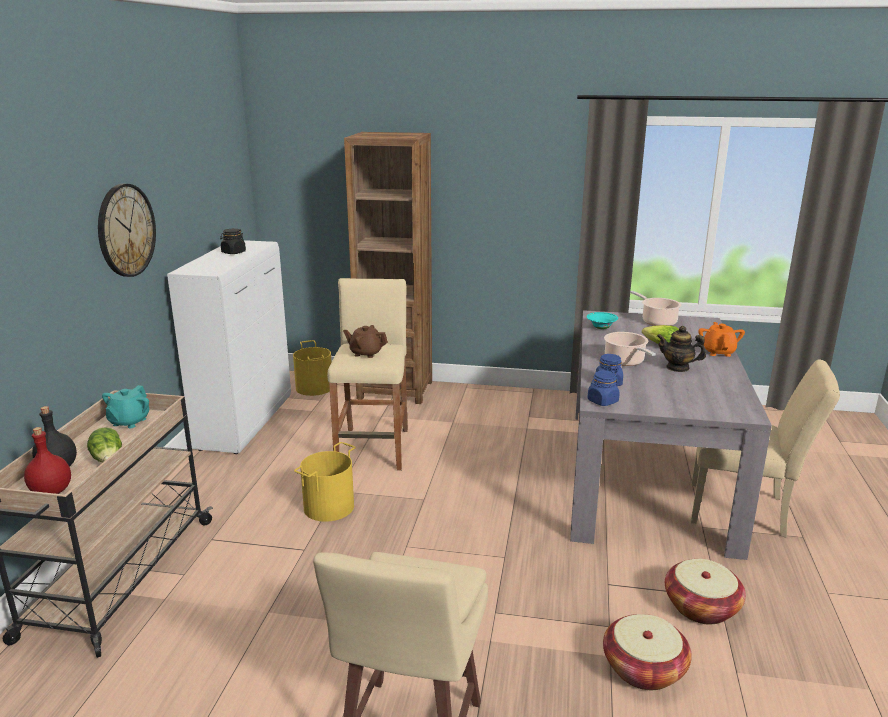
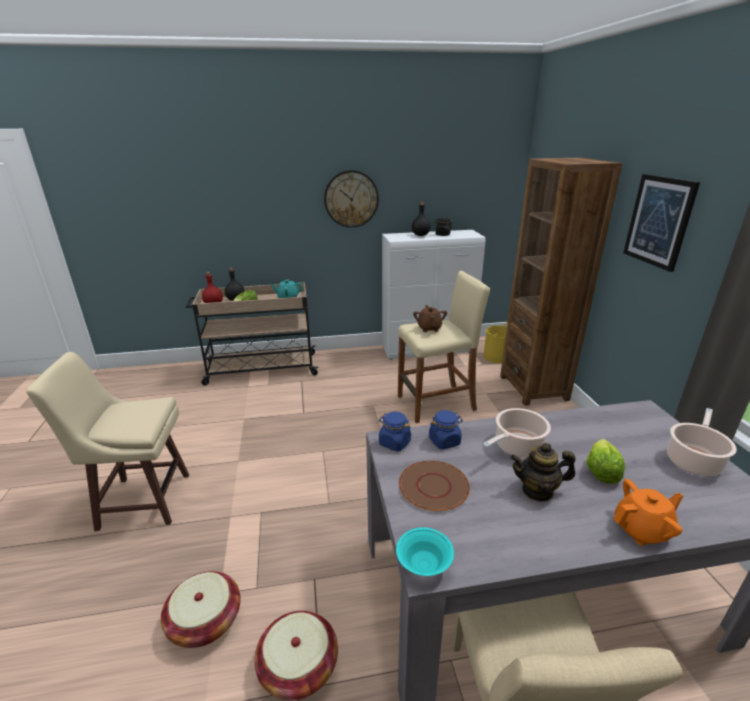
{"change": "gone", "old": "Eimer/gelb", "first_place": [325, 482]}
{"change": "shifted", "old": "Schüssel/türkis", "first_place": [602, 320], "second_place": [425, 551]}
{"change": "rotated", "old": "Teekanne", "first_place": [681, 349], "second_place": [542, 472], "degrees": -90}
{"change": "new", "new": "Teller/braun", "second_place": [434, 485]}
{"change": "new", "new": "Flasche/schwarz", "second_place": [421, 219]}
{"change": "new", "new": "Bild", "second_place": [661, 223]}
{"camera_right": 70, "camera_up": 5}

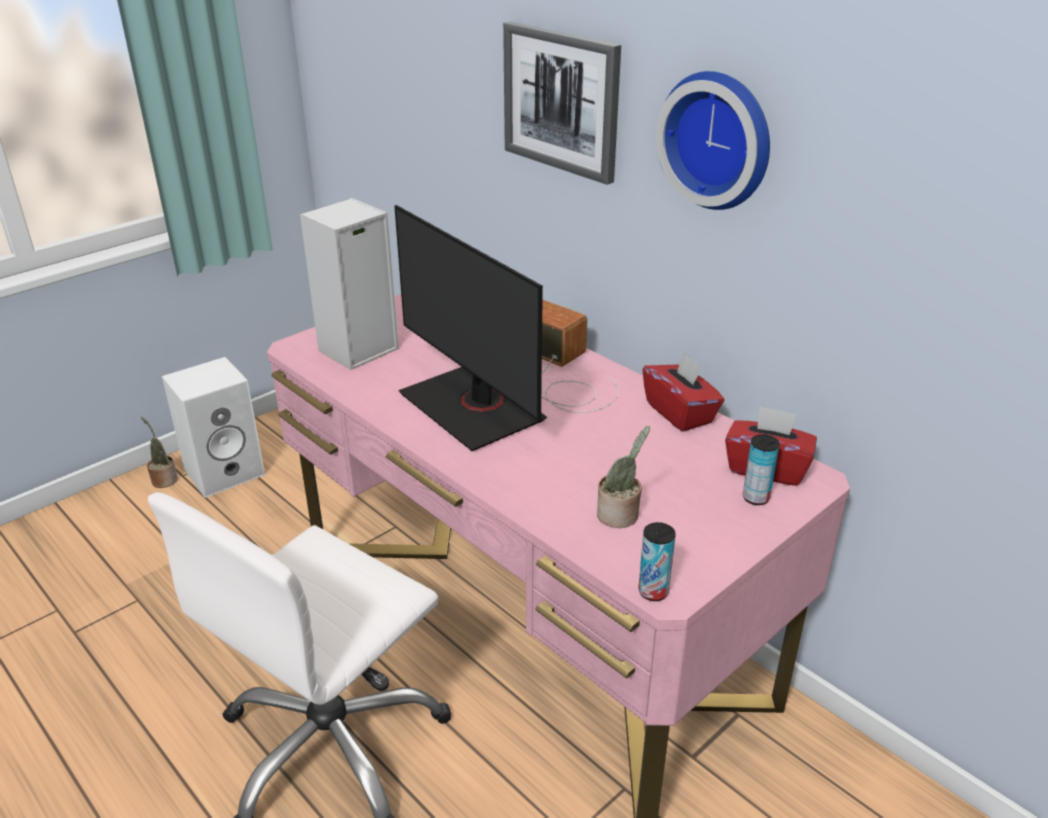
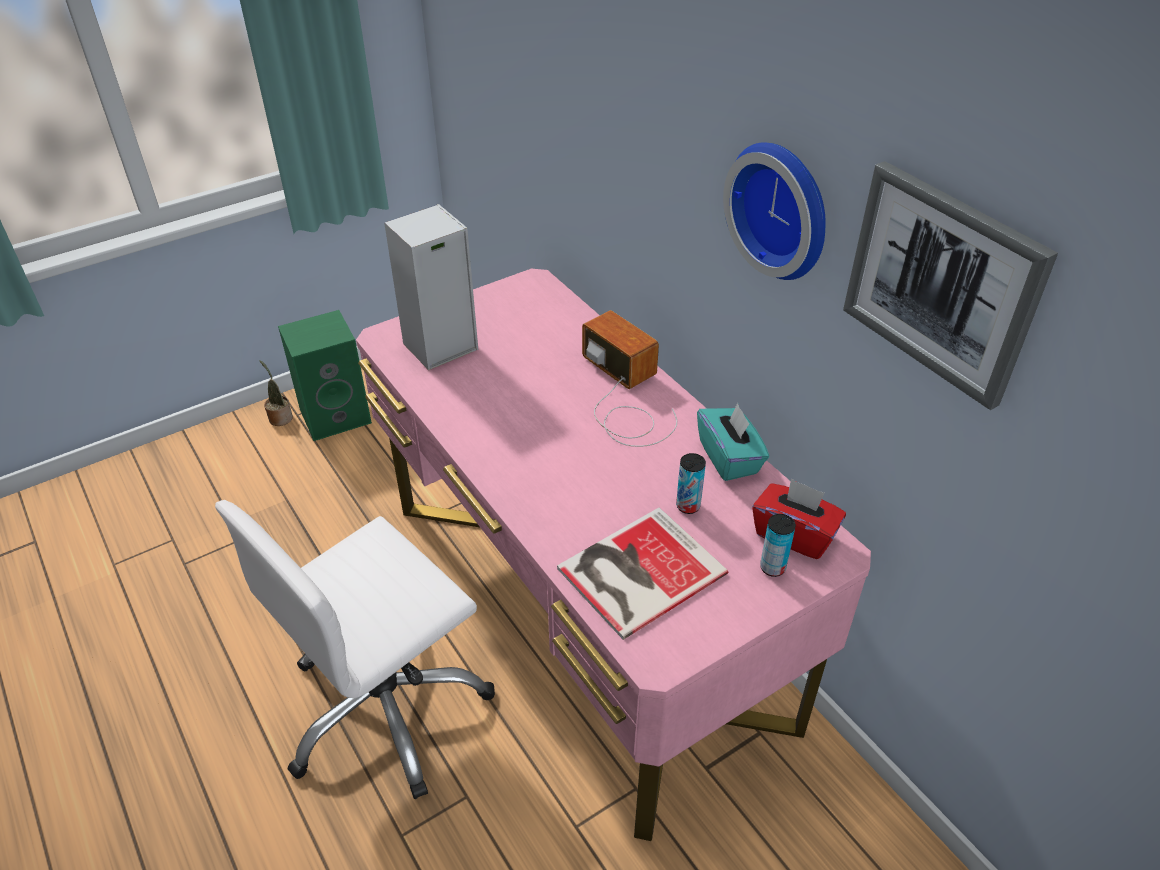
{"change": "repainted", "old": "Lautsprecher/weiß", "new": "Lautsprecher/grün", "first_place": [213, 427], "second_place": [325, 375]}
{"change": "gone", "old": "Monitor", "first_place": [470, 328]}
{"change": "shifted", "old": "Bild", "first_place": [562, 103], "second_place": [950, 285]}
{"change": "swapped", "old": "Topfpflanze", "new": "Buch", "first_place": [623, 477], "second_place": [642, 574]}
{"change": "shifted", "old": "Dose", "first_place": [657, 561], "second_place": [691, 483]}
{"change": "repainted", "old": "Taschentuchbox/rot", "new": "Taschentuchbox/türkis", "first_place": [683, 392], "second_place": [733, 442]}
{"camera_right": 10, "camera_up": 10}

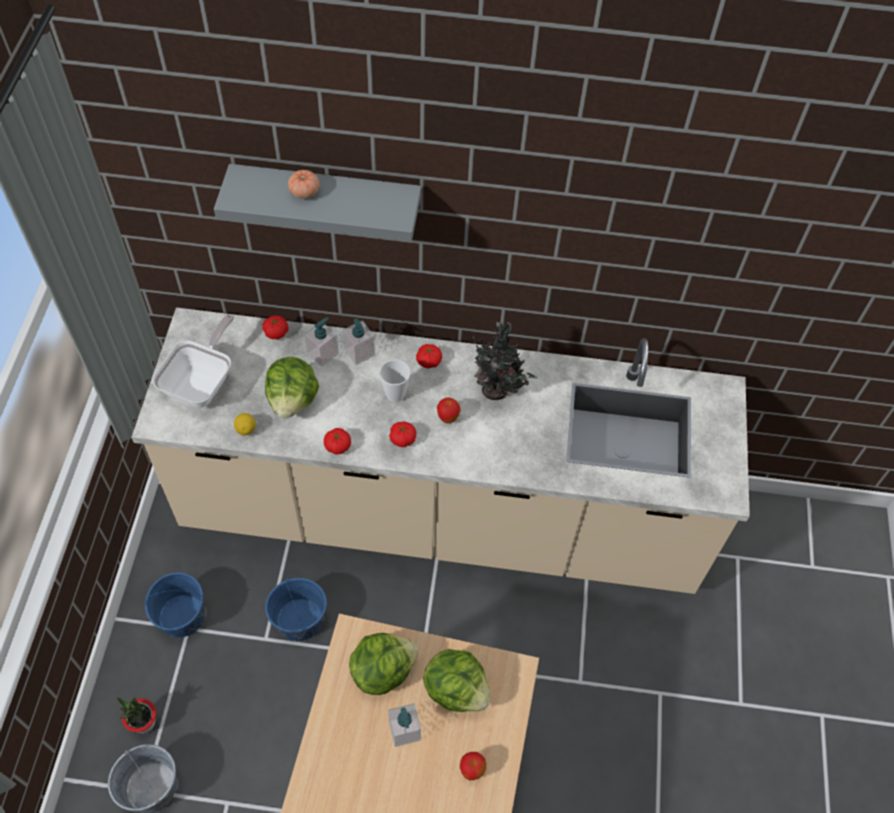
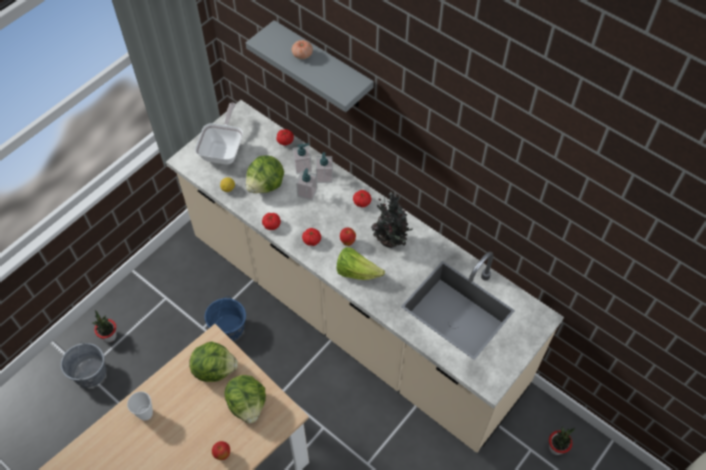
{"change": "gone", "old": "Eimer/blau", "first_place": [174, 604]}
{"change": "rotated", "old": "Pfanne", "first_place": [193, 361], "second_place": [219, 134], "degrees": -45}
{"change": "shifted", "old": "Tasse", "first_place": [394, 381], "second_place": [140, 406]}
{"change": "shifted", "old": "Seifenspender", "first_place": [404, 725], "second_place": [307, 184]}
{"change": "new", "new": "Salatkopf", "second_place": [361, 263]}
{"change": "new", "new": "Topfpflanze", "second_place": [562, 440]}
{"camera_right": 35, "camera_up": 0}

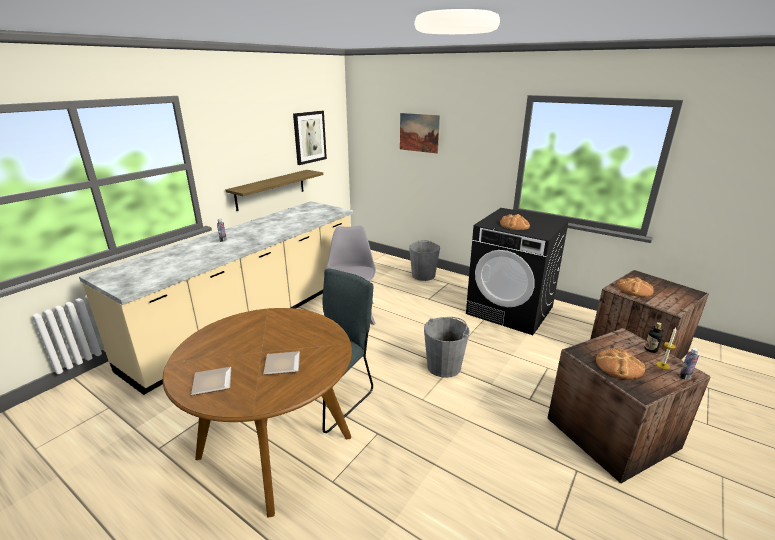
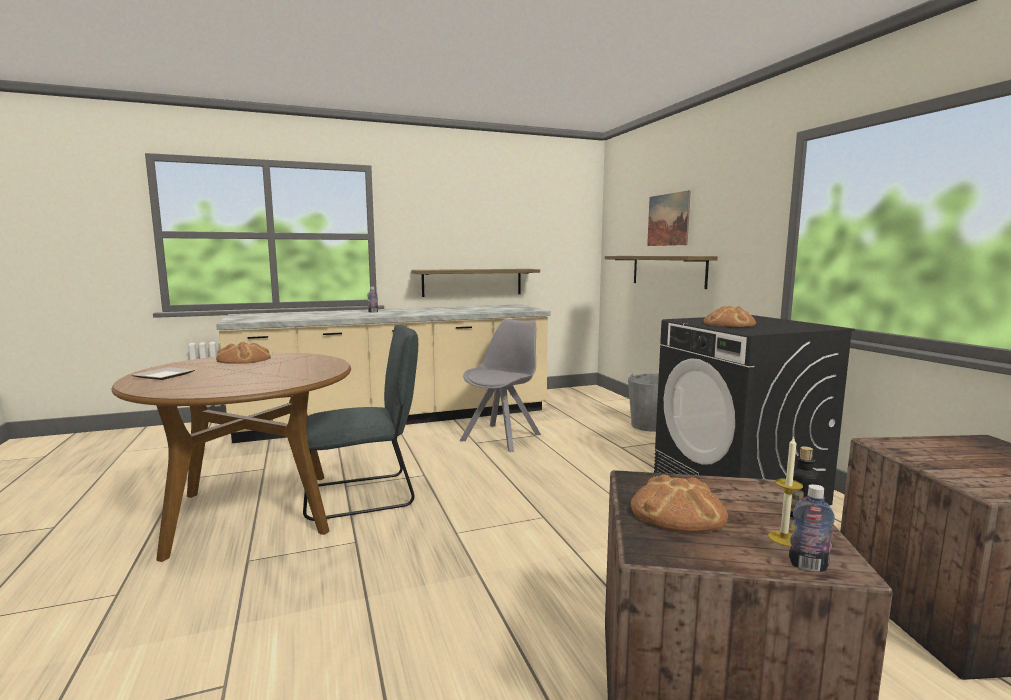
{"change": "gone", "old": "Teller", "first_place": [281, 363]}
{"change": "gone", "old": "Bild", "first_place": [310, 138]}
{"change": "gone", "old": "Eimer/grau", "first_place": [447, 347]}
{"change": "shifted", "old": "Brot", "first_place": [635, 287], "second_place": [243, 352]}
{"change": "new", "new": "Wandregal", "second_place": [661, 272]}
{"camera_right": 35, "camera_up": -15}

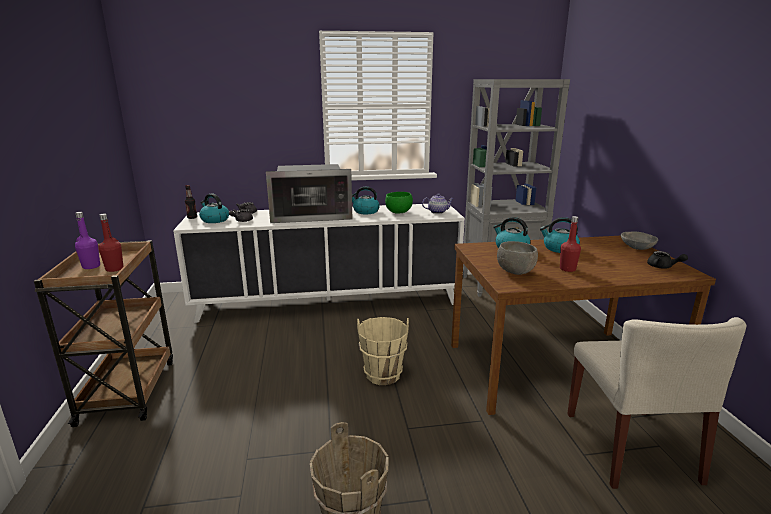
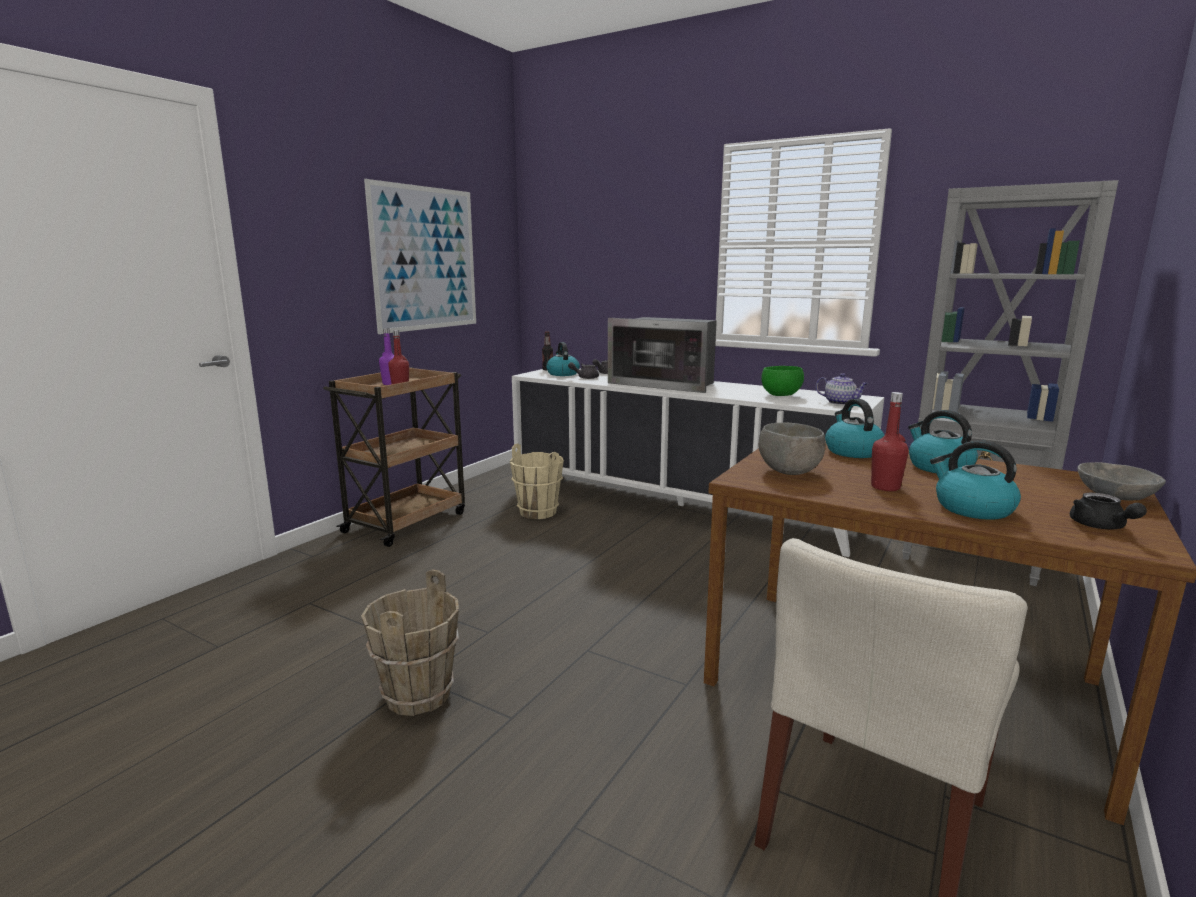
{"change": "shifted", "old": "Wasserkessel", "first_place": [366, 200], "second_place": [975, 480]}
{"change": "shifted", "old": "Eimer/beige", "first_place": [383, 351], "second_place": [537, 481]}
{"change": "new", "new": "Bild", "second_place": [420, 256]}
{"camera_right": 40, "camera_up": -5}

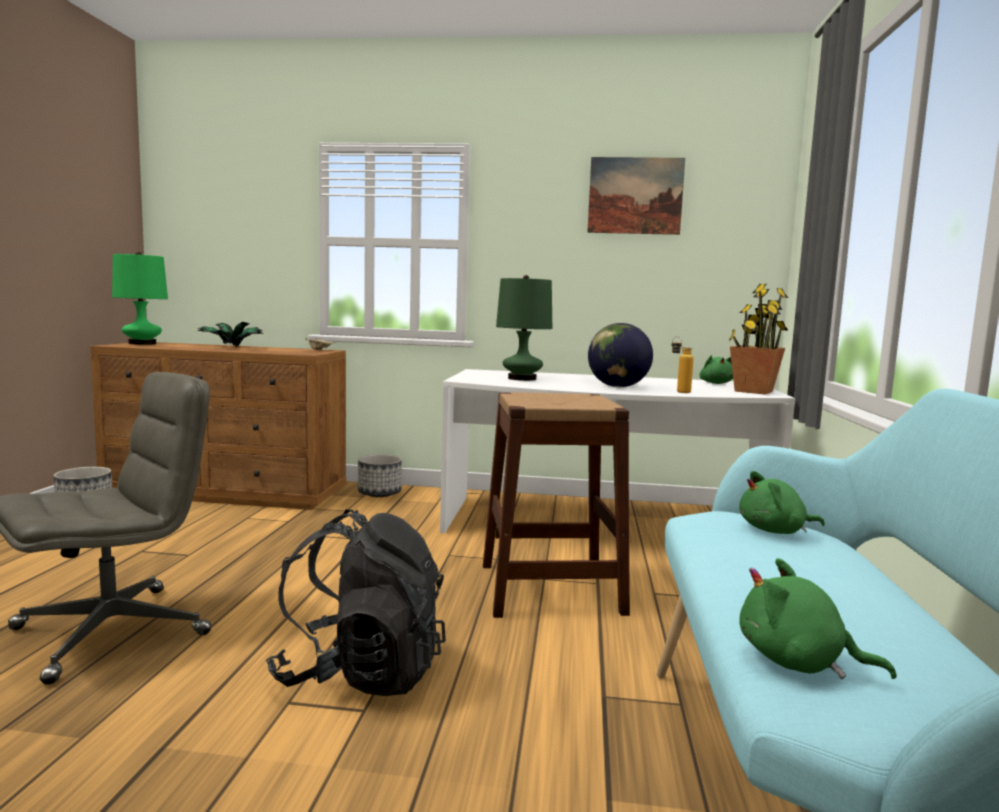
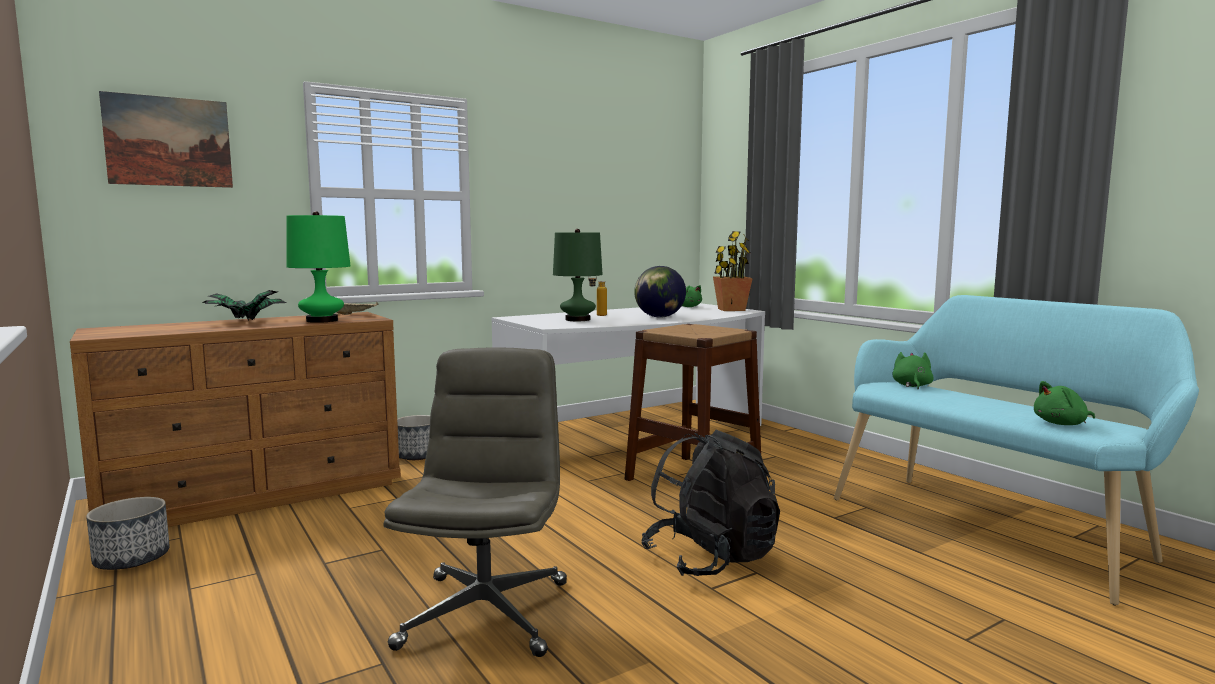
{"change": "shifted", "old": "Tischlampe/grün", "first_place": [140, 298], "second_place": [319, 267]}
{"change": "shifted", "old": "Bild", "first_place": [636, 196], "second_place": [166, 139]}
{"change": "shifted", "old": "Flasche", "first_place": [683, 364], "second_place": [597, 296]}
{"change": "rotated", "old": "Plüschtier/grün", "first_place": [782, 502], "second_place": [913, 370], "degrees": 150}
{"camera_right": -40, "camera_up": 0}

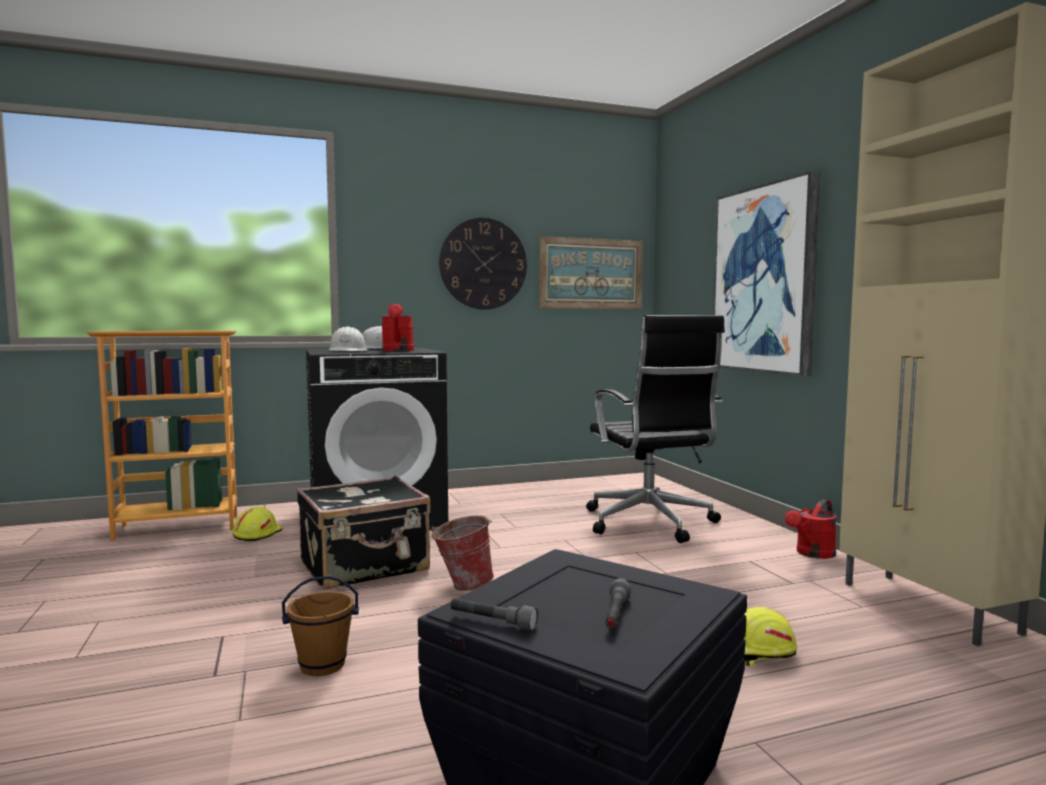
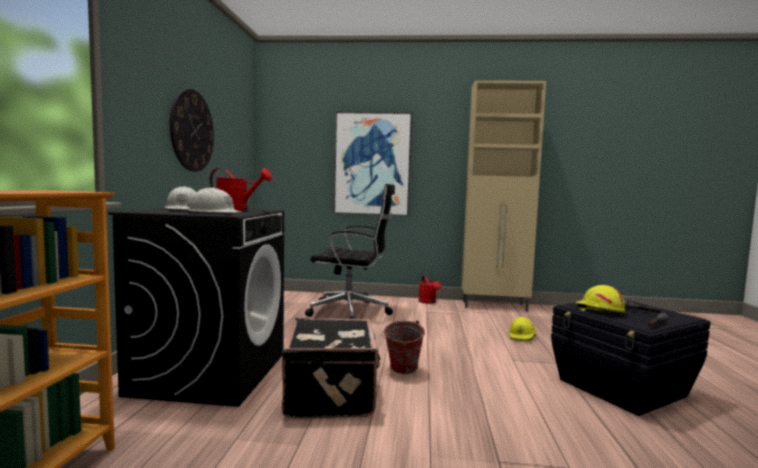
{"change": "shifted", "old": "Schutzhelm/gelb", "first_place": [257, 524], "second_place": [600, 299]}
{"change": "gone", "old": "Eimer/braun", "first_place": [320, 626]}
{"change": "gone", "old": "Bild", "first_place": [591, 272]}
{"camera_right": -65, "camera_up": 0}

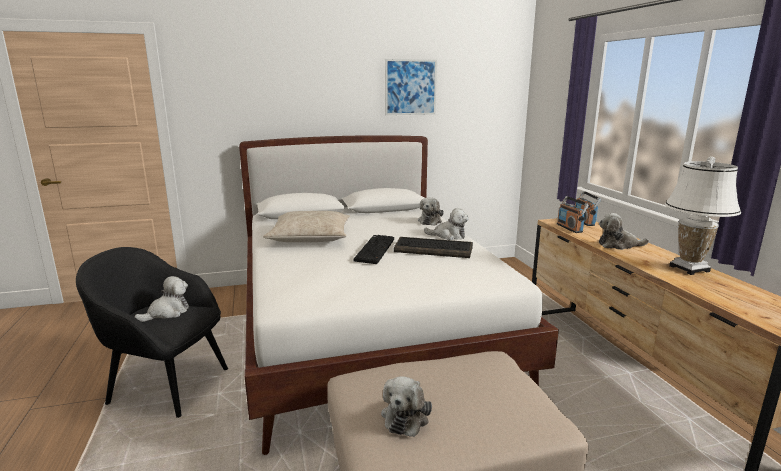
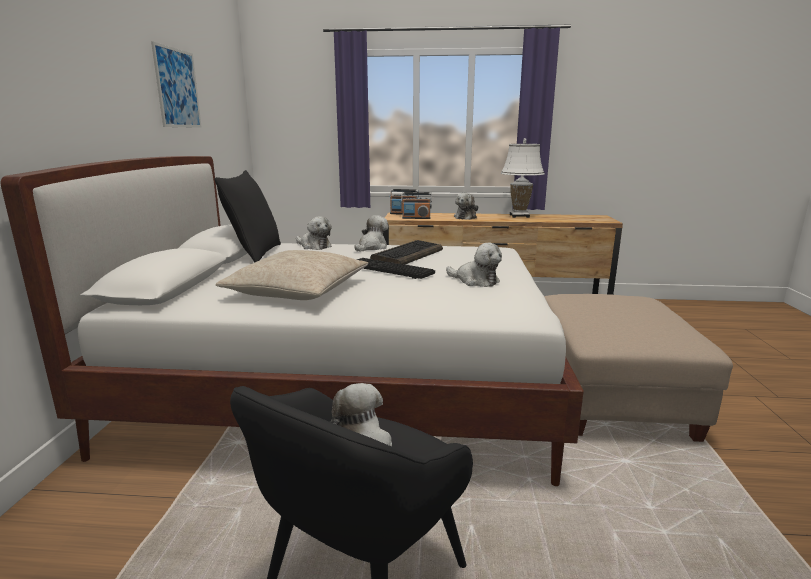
{"change": "shifted", "old": "Plüschtier", "first_place": [406, 406], "second_place": [474, 265]}
{"change": "new", "new": "Kissen/schwarz", "second_place": [247, 216]}
{"camera_right": -70, "camera_up": 0}

